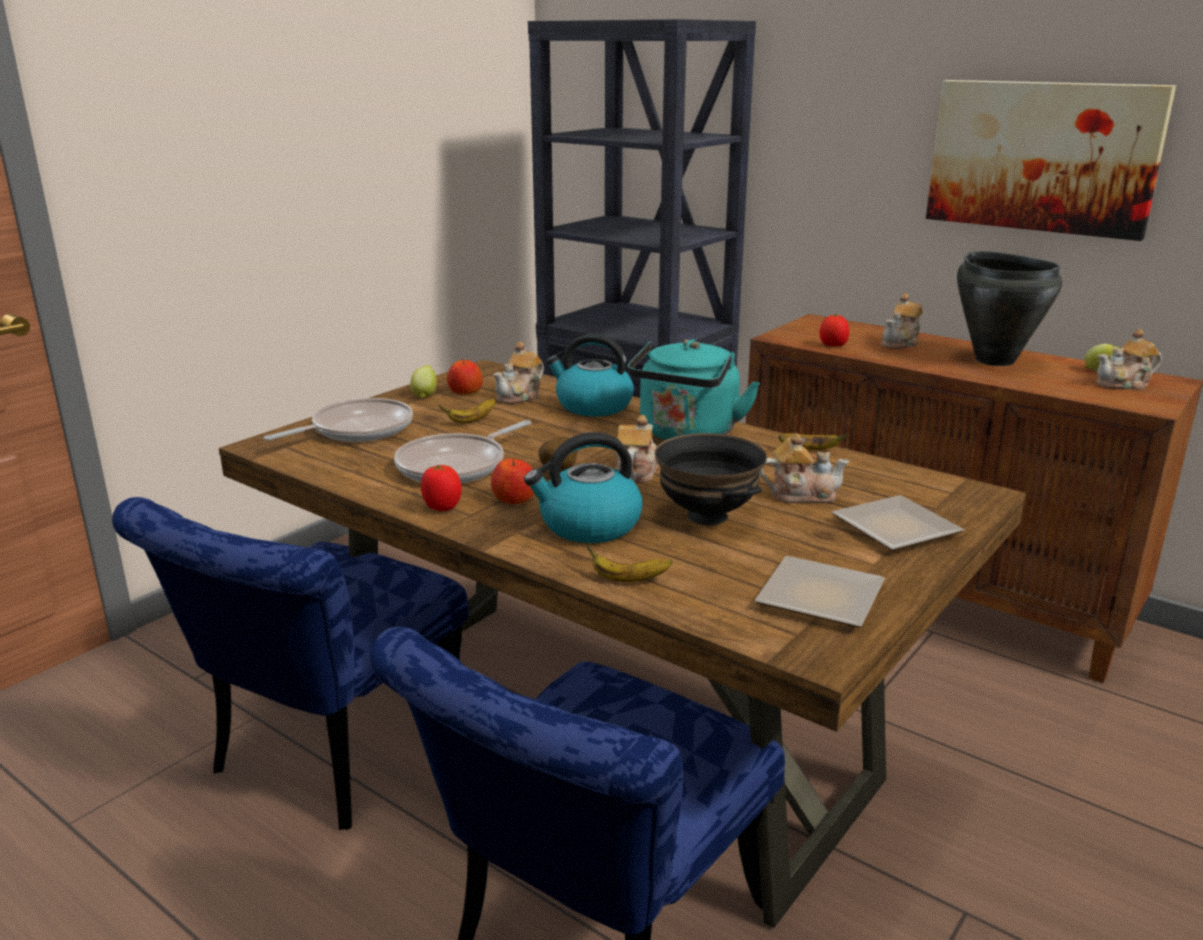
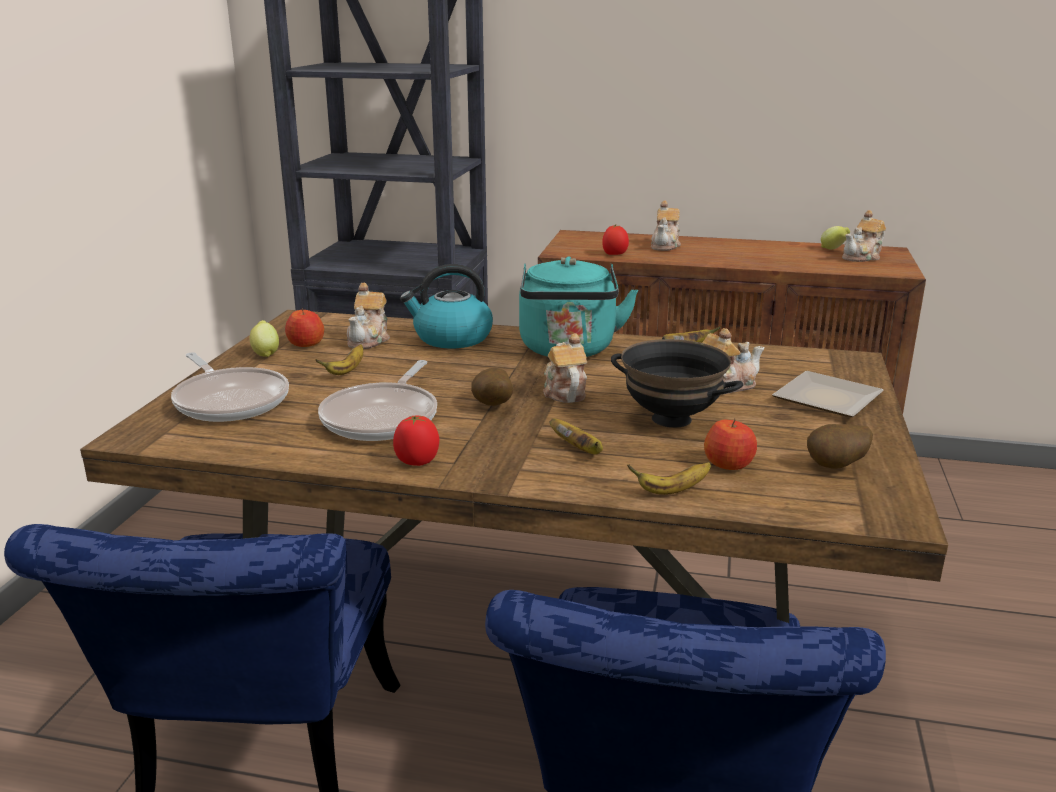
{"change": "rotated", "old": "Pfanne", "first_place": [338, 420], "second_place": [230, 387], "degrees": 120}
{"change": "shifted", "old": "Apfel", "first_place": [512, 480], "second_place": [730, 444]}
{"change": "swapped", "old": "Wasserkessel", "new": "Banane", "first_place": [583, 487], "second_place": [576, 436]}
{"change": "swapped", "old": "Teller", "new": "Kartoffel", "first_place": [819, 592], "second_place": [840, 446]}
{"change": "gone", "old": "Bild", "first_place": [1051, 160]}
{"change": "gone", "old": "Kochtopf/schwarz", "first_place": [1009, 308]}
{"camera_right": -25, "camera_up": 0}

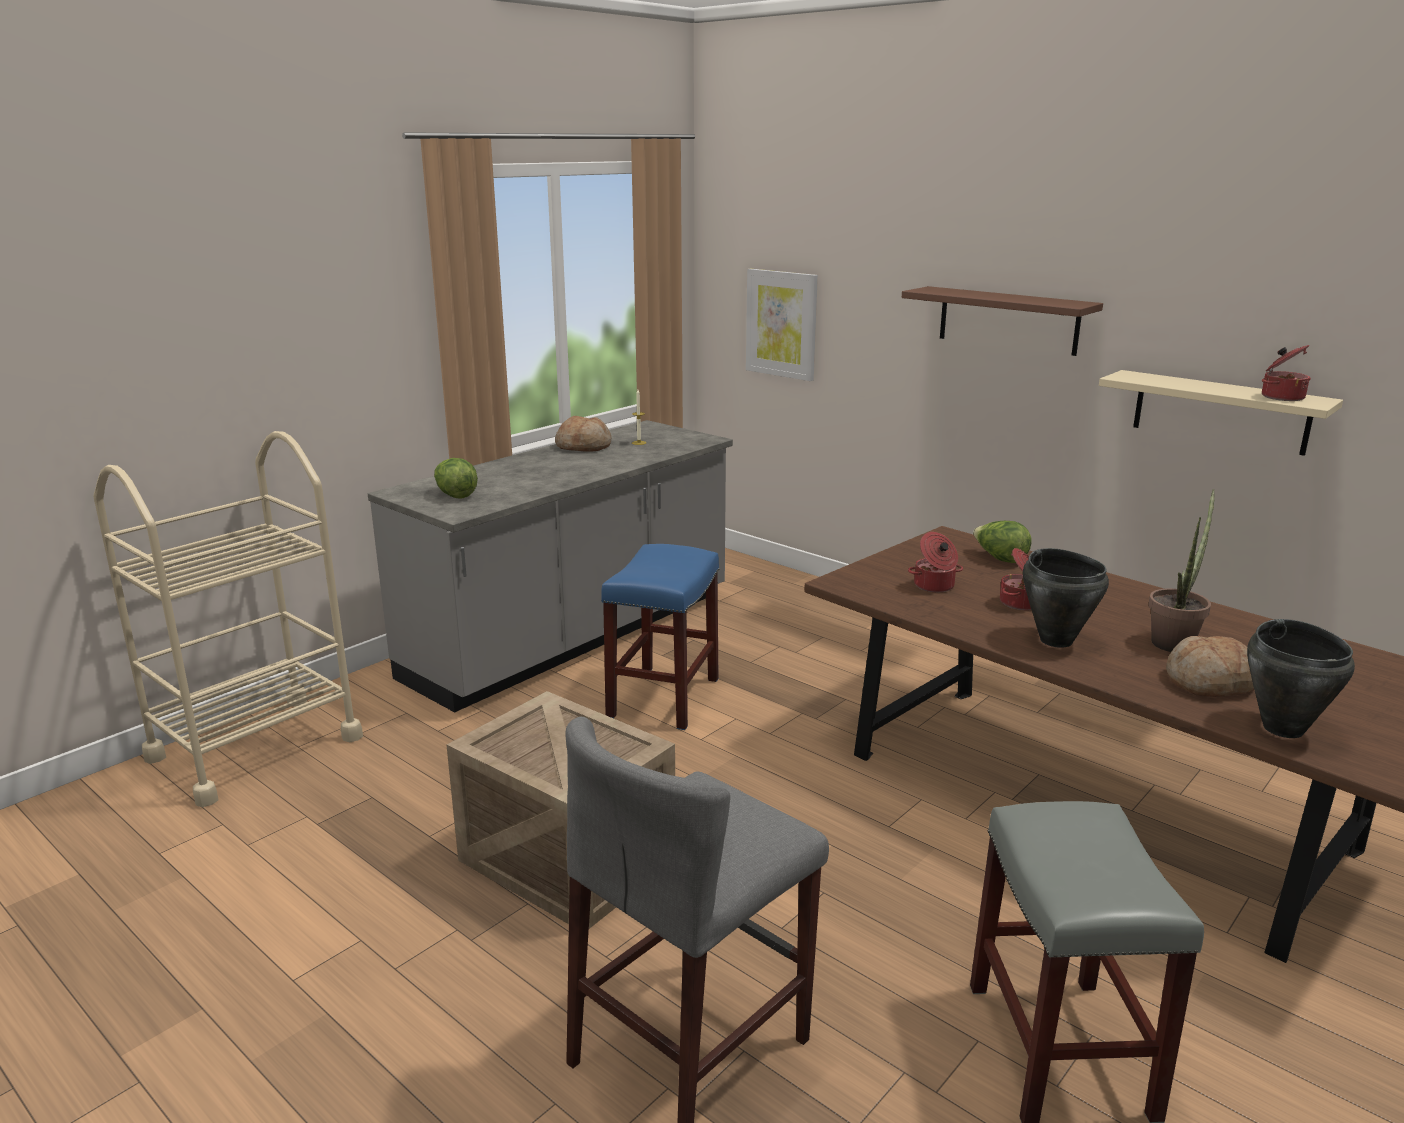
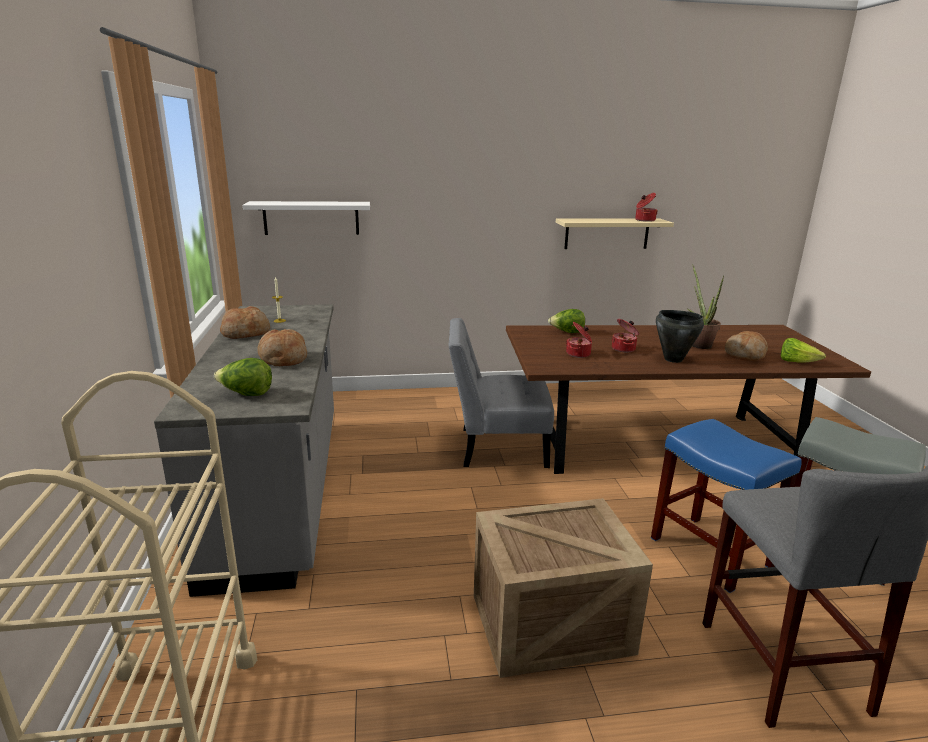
{"change": "shifted", "old": "Hocker/blau", "first_place": [660, 637], "second_place": [726, 506]}
{"change": "swapped", "old": "Bild", "new": "Wandregal/weiß", "first_place": [782, 325], "second_place": [306, 218]}
{"change": "gone", "old": "Wandregal/braun", "first_place": [1002, 321]}
{"change": "swapped", "old": "Kochtopf/schwarz", "new": "Salatkopf", "first_place": [1301, 678], "second_place": [803, 350]}
{"change": "new", "new": "Brot", "second_place": [282, 347]}
{"change": "new", "new": "Stuhl/grau", "second_place": [501, 393]}
{"camera_right": -50, "camera_up": 0}

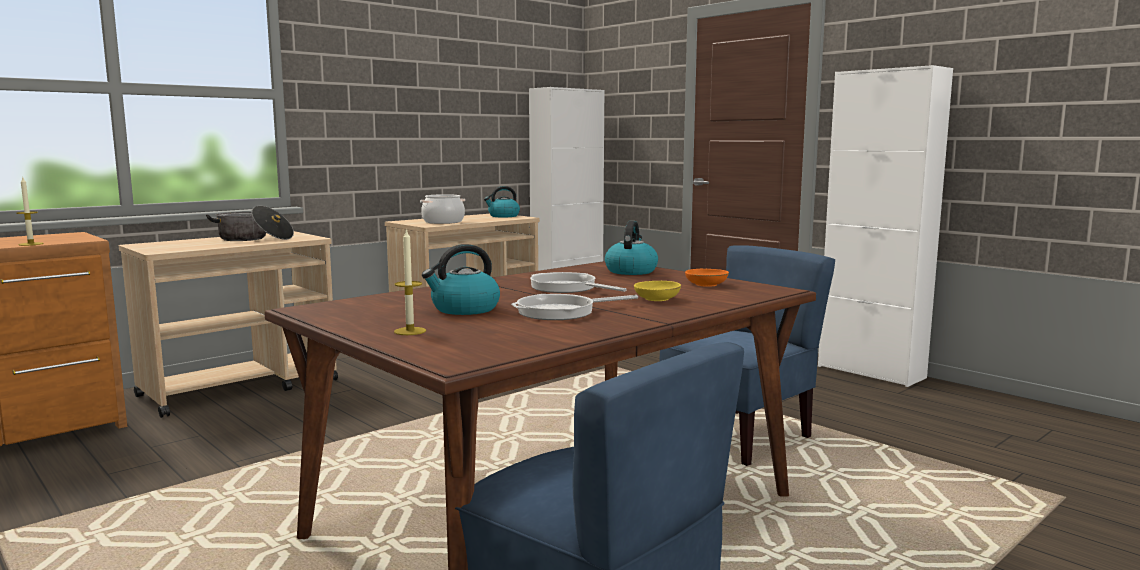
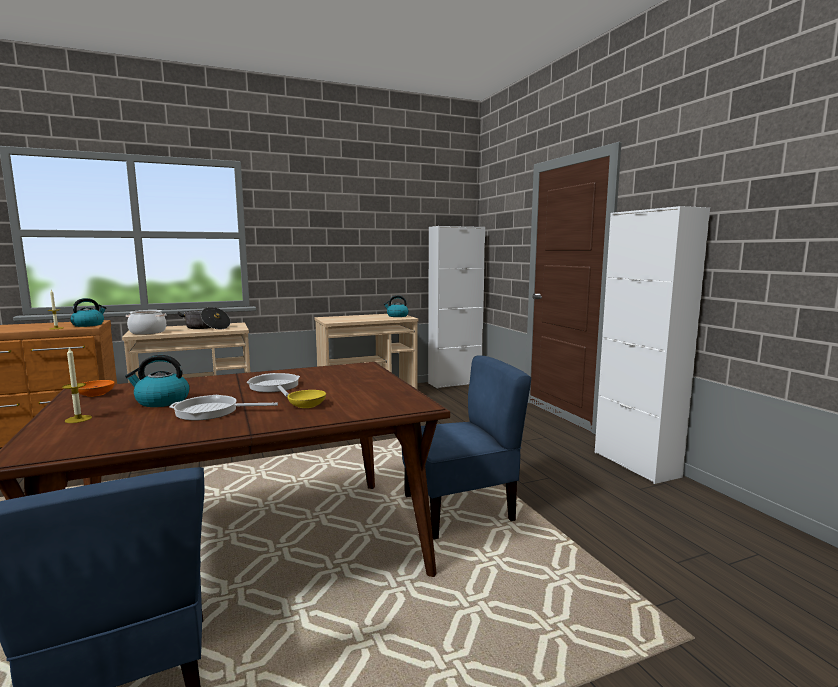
{"change": "shifted", "old": "Kochtopf", "first_place": [442, 209], "second_place": [146, 322]}
{"change": "shifted", "old": "Wasserkessel", "first_place": [631, 248], "second_place": [88, 312]}
{"change": "shifted", "old": "Schüssel/orange", "first_place": [707, 278], "second_place": [96, 388]}
{"camera_right": 20, "camera_up": 0}

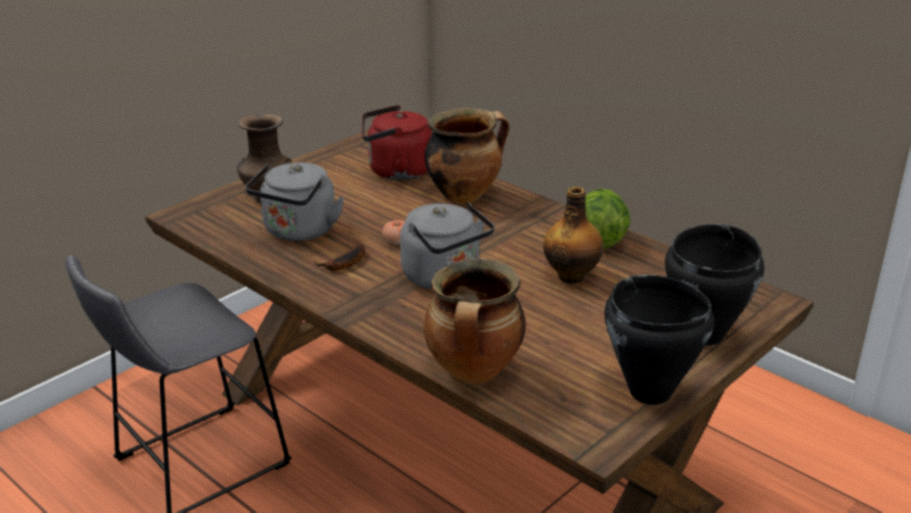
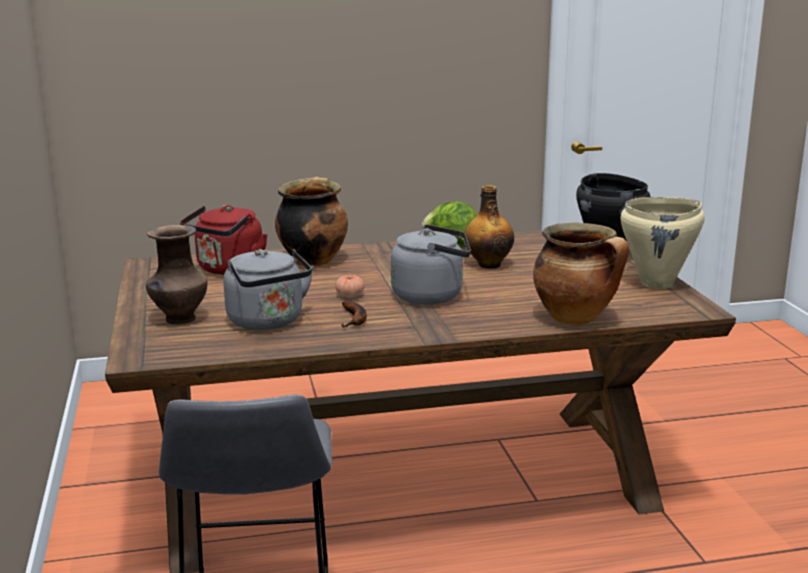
{"change": "repainted", "old": "Kochtopf/schwarz", "new": "Kochtopf/beige", "first_place": [659, 340], "second_place": [662, 243]}
{"camera_right": -55, "camera_up": -10}

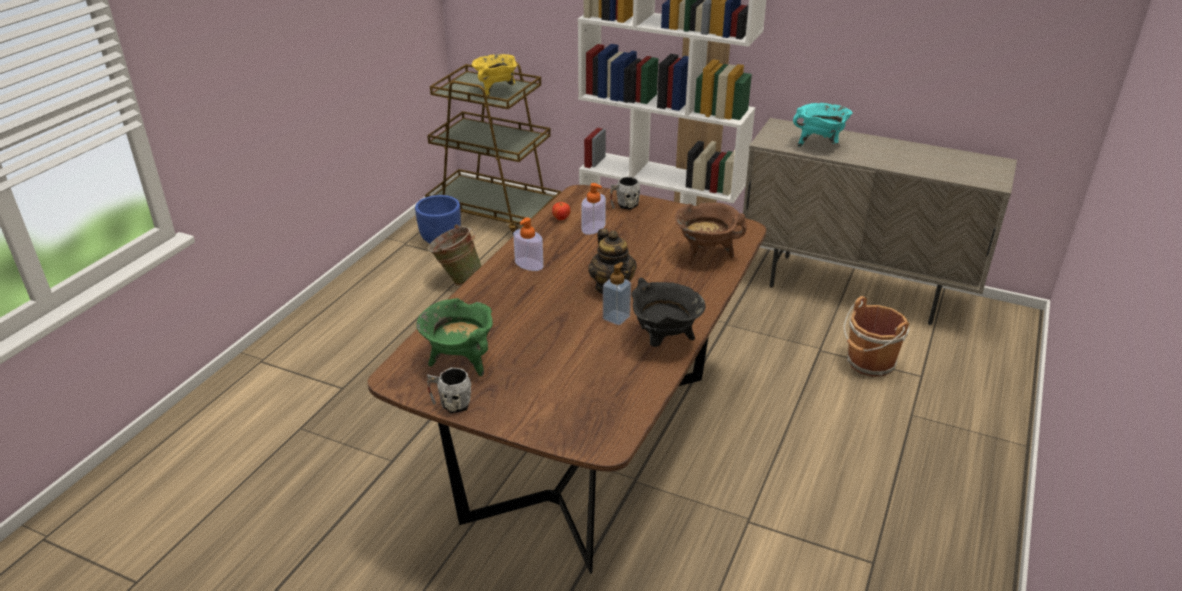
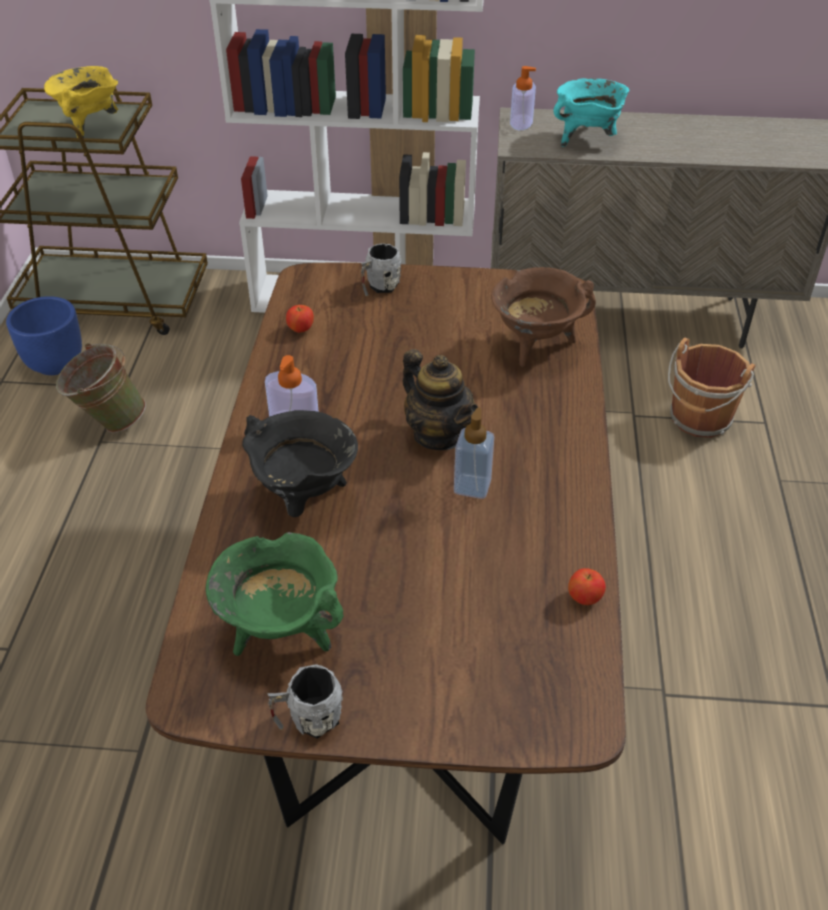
{"change": "shifted", "old": "Seifenspender", "first_place": [593, 209], "second_place": [523, 98]}
{"change": "shifted", "old": "Kochtopf/schwarz", "first_place": [668, 312], "second_place": [300, 463]}
{"change": "new", "new": "Apfel", "second_place": [587, 586]}
{"camera_right": -20, "camera_up": 10}

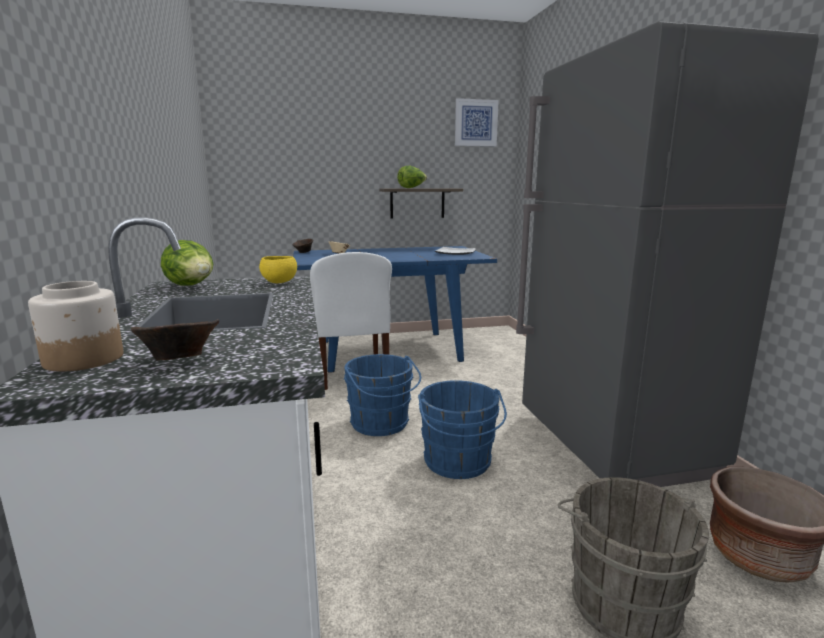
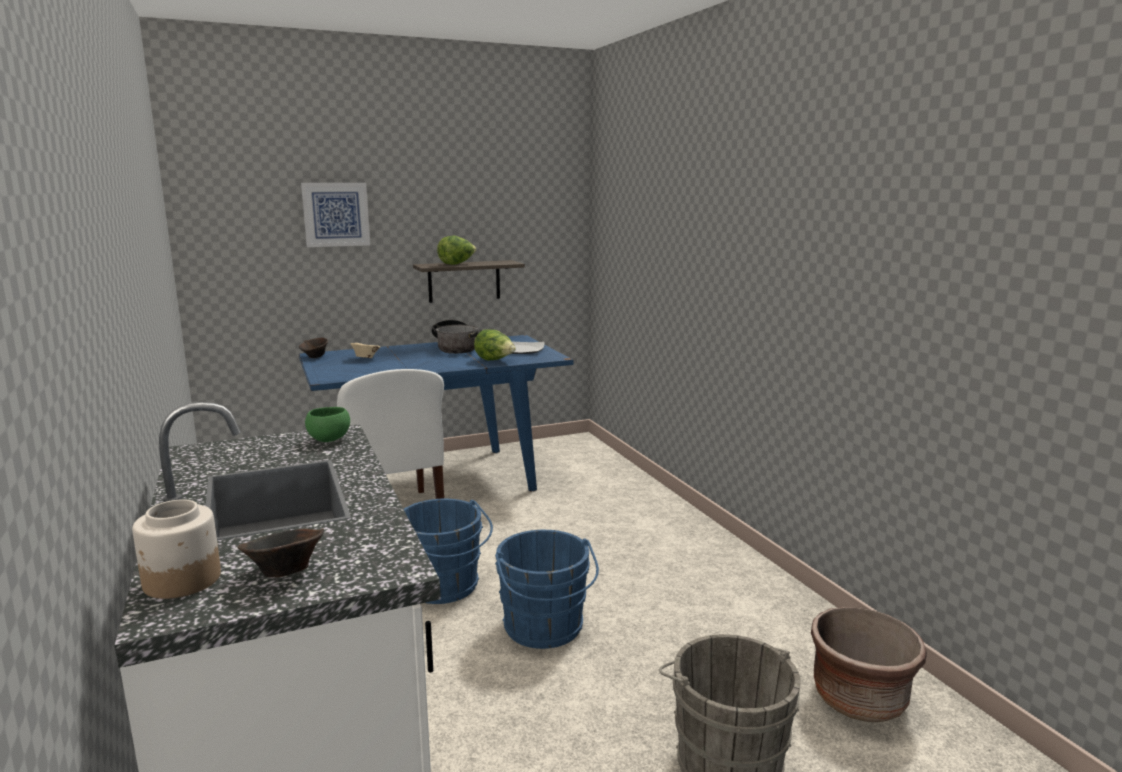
{"change": "shifted", "old": "Salatkopf", "first_place": [187, 263], "second_place": [495, 344]}
{"change": "repainted", "old": "Schüssel/gelb", "new": "Schüssel/grün", "first_place": [278, 269], "second_place": [327, 424]}
{"change": "shifted", "old": "Bild", "first_place": [477, 122], "second_place": [335, 215]}
{"change": "gone", "old": "Kühlschrank/grau", "first_place": [667, 254]}
{"change": "new", "new": "Kochtopf", "second_place": [456, 337]}
{"camera_right": -10, "camera_up": 0}

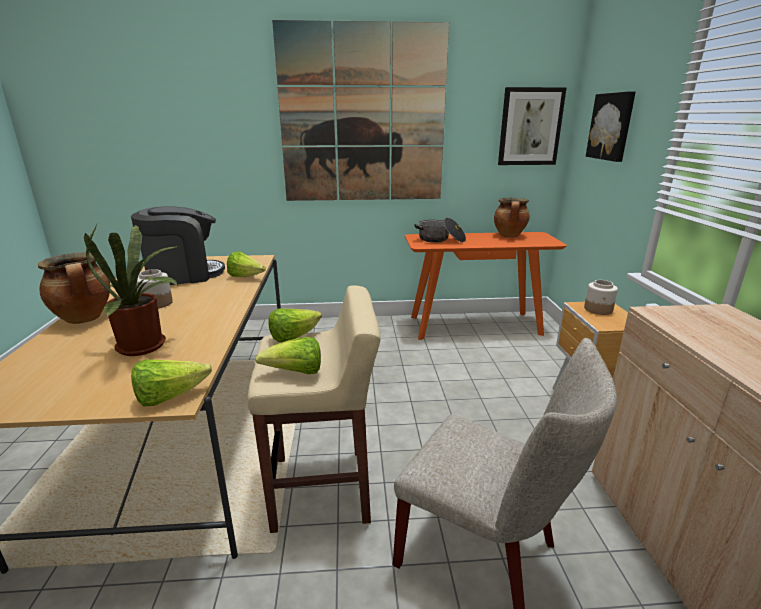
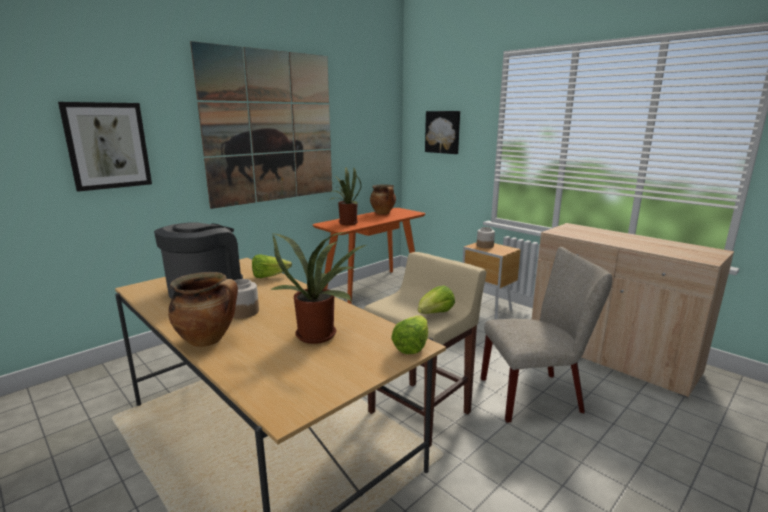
{"change": "gone", "old": "Salatkopf", "first_place": [295, 325]}
{"change": "swapped", "old": "Kochtopf", "new": "Topfpflanze", "first_place": [440, 230], "second_place": [345, 196]}
{"change": "shifted", "old": "Bild", "first_place": [532, 126], "second_place": [105, 147]}
{"camera_right": -40, "camera_up": -5}

